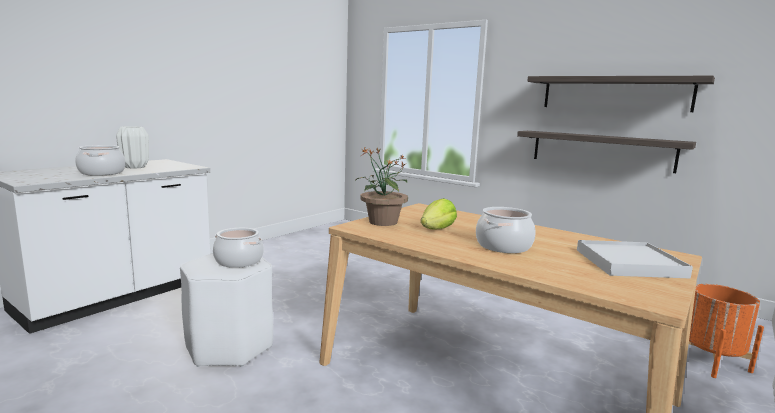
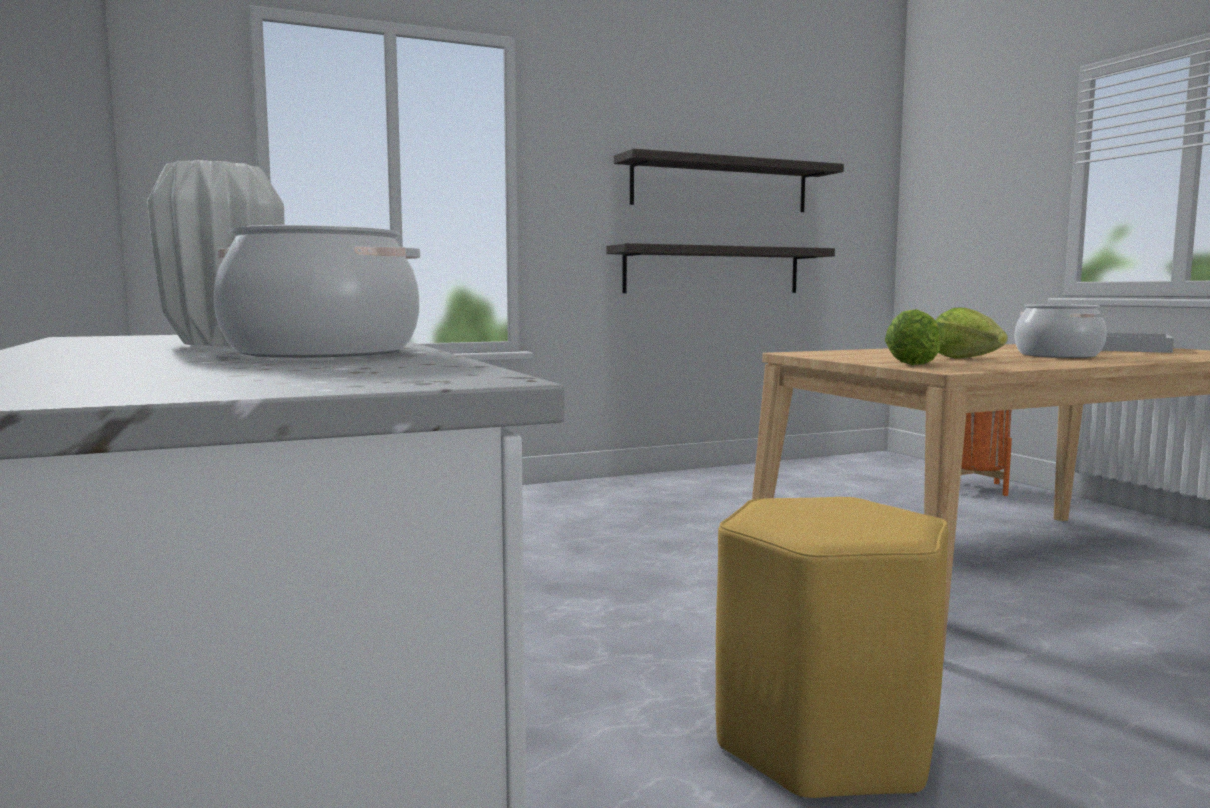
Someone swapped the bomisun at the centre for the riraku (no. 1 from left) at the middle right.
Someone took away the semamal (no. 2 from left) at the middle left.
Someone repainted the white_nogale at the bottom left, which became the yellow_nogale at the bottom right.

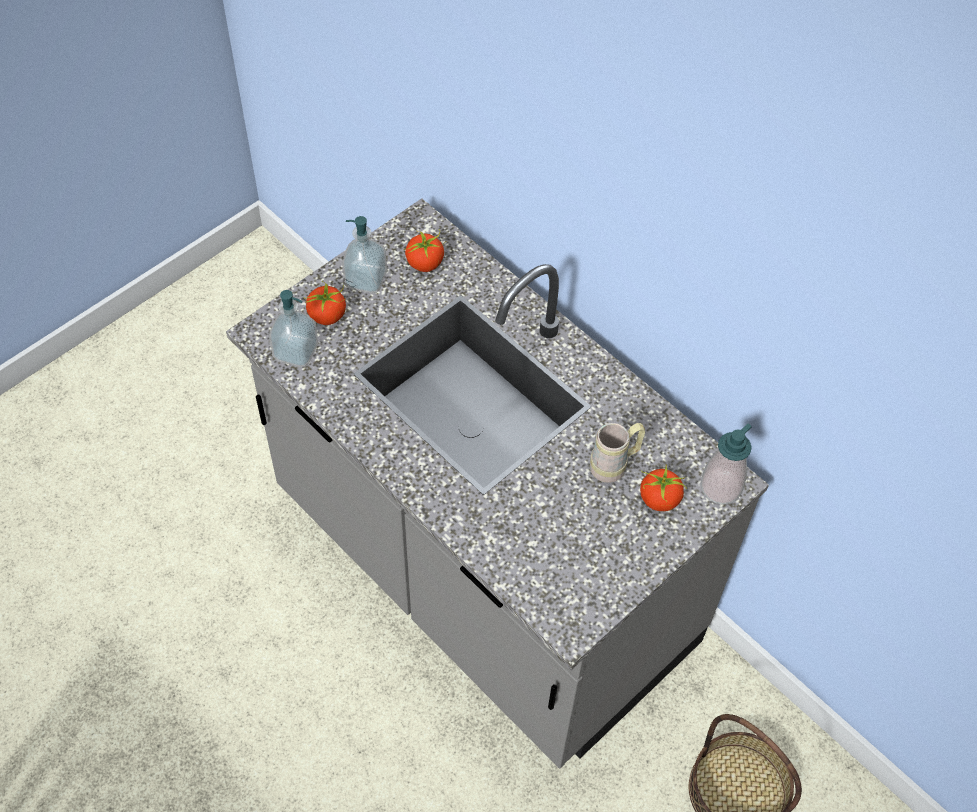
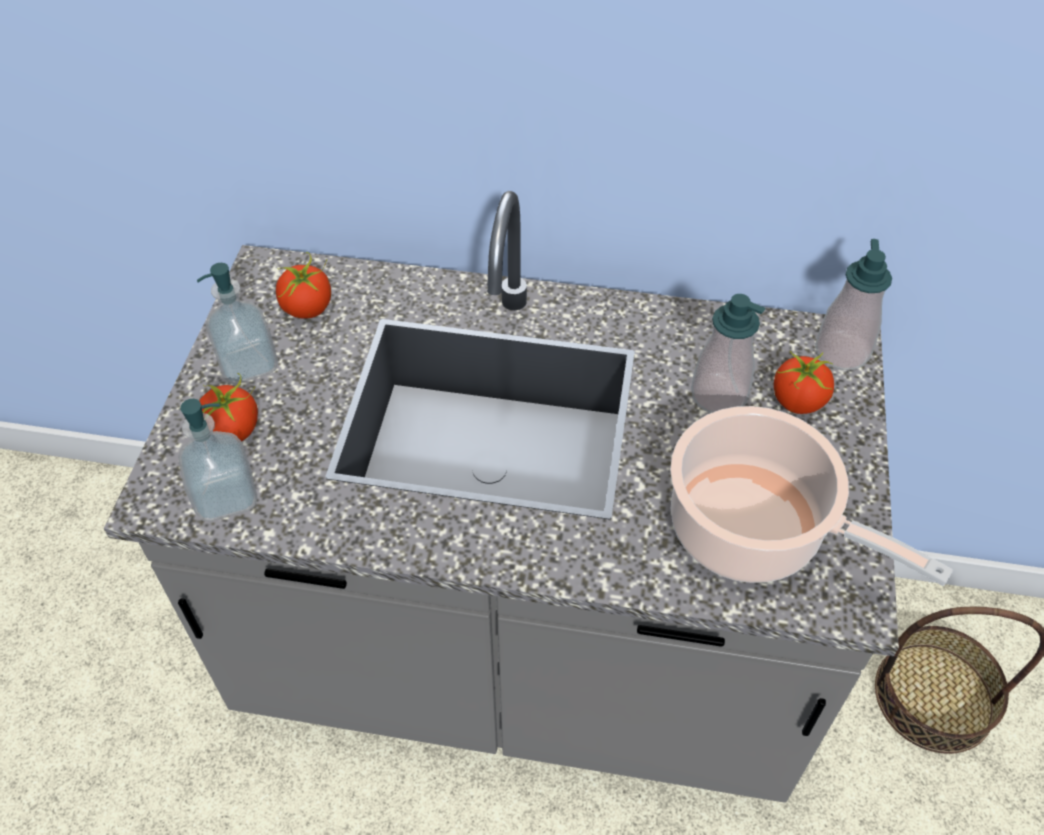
Someone swapped the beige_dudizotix at the centre for the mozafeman (no. 3 from left) at the middle right.
Someone put down the semamal at the middle right.

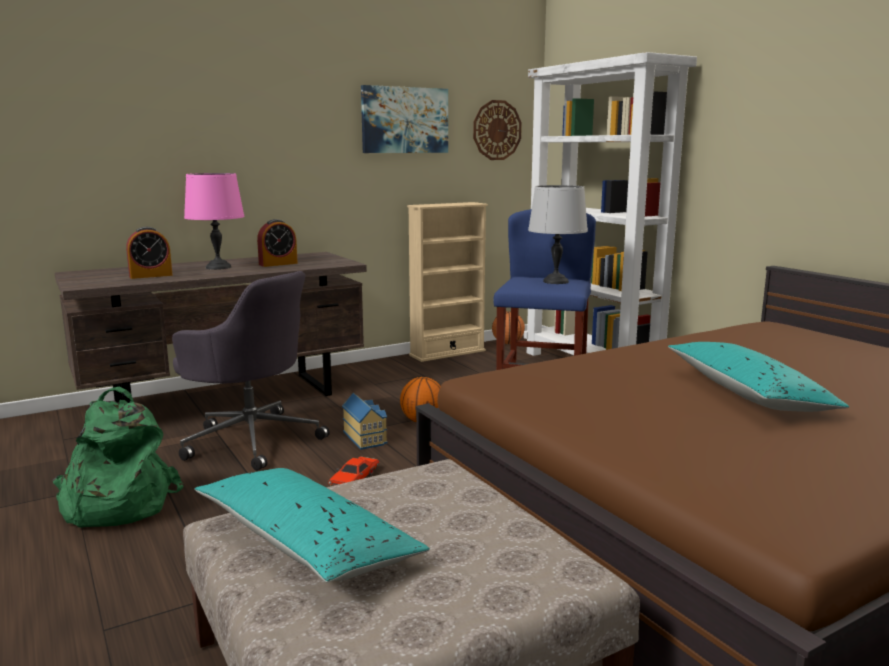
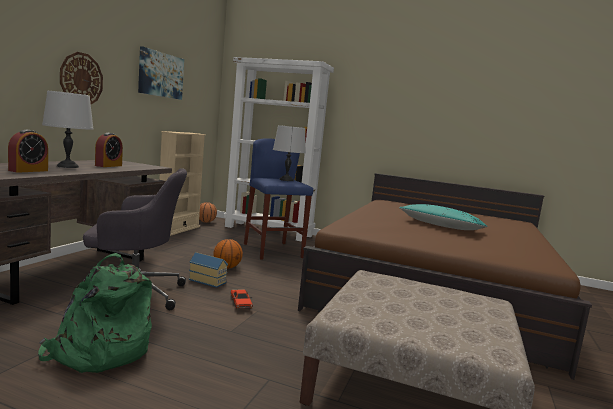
Someone carried the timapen from the top centre to the top left.
Someone repainted the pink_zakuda at the top left, which became the grey_zakuda (no. 1 from left) at the top left.
Someone took away the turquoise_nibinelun (no. 1 from left) at the bottom centre.

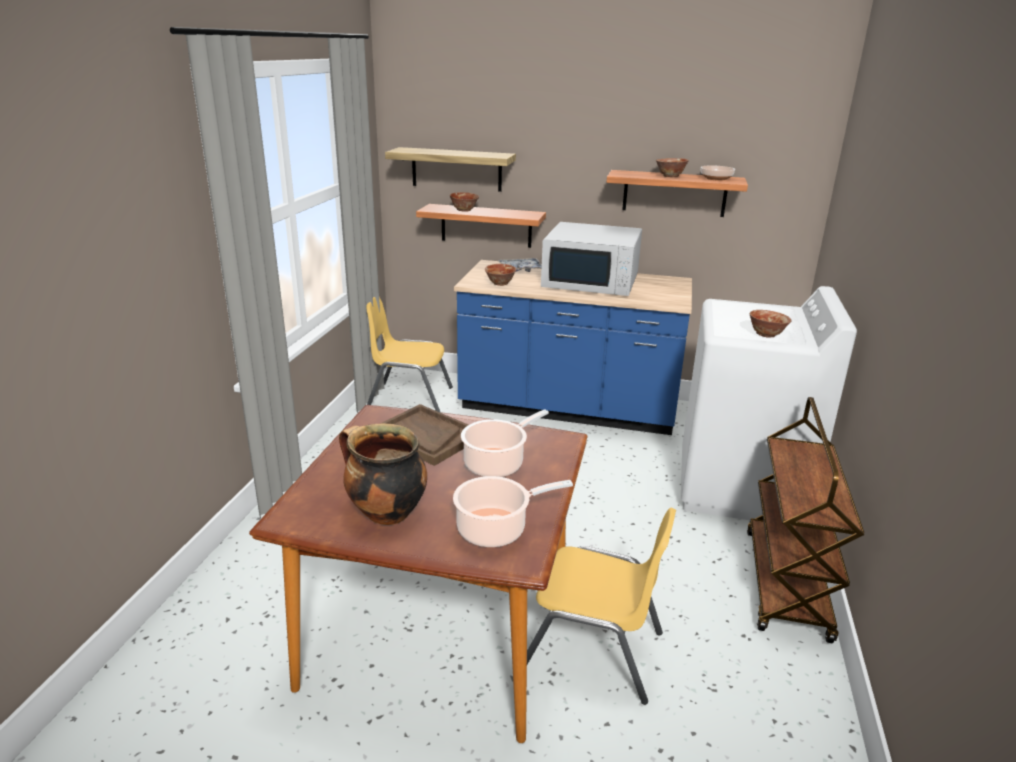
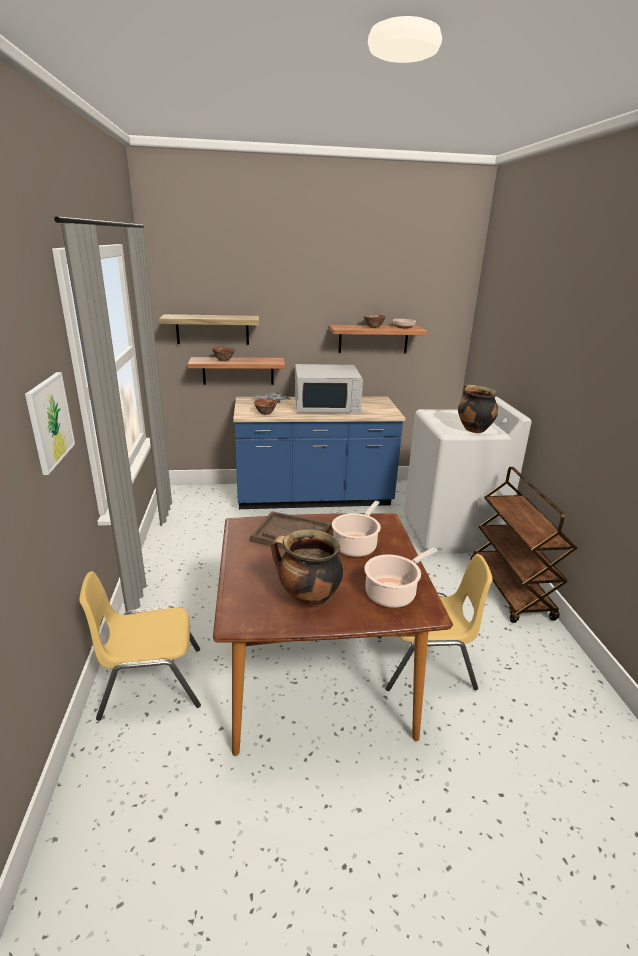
Someone carried the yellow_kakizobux (no. 1 from left) from the centre to the bottom left.
Someone swapped the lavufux (no. 5 from left) at the middle right for the semamal (no. 4 from left) at the middle right.
Someone put up the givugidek at the middle left.

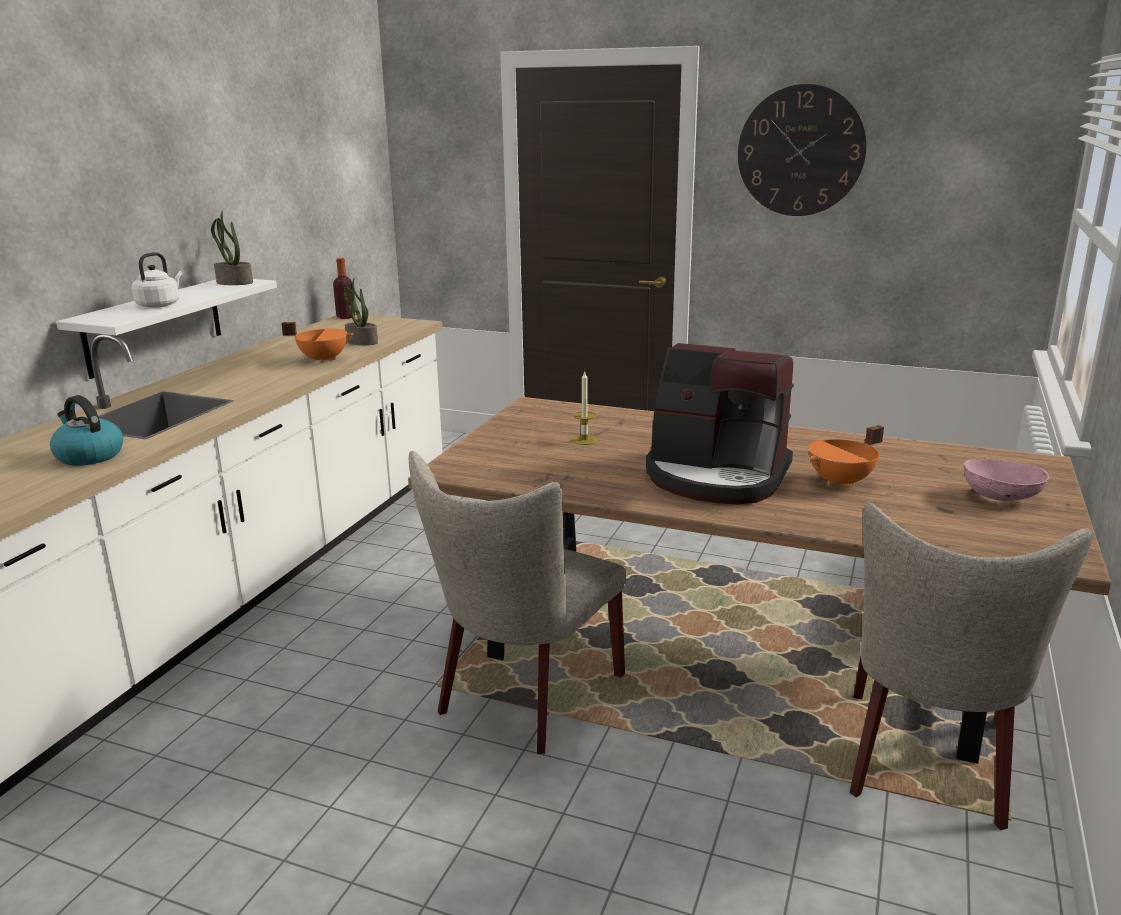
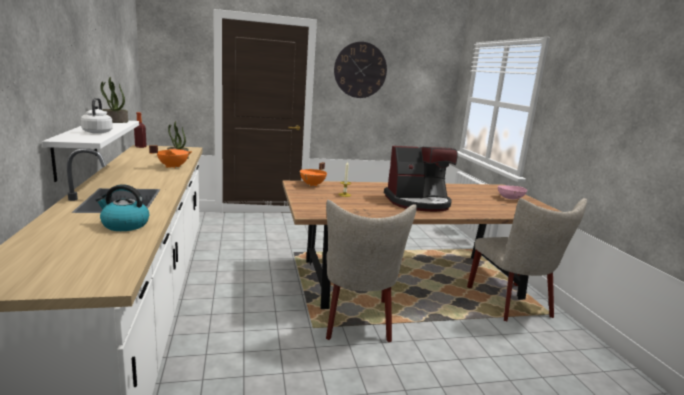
Someone carried the orange_semamal (no. 2 from left) from the middle right to the centre.

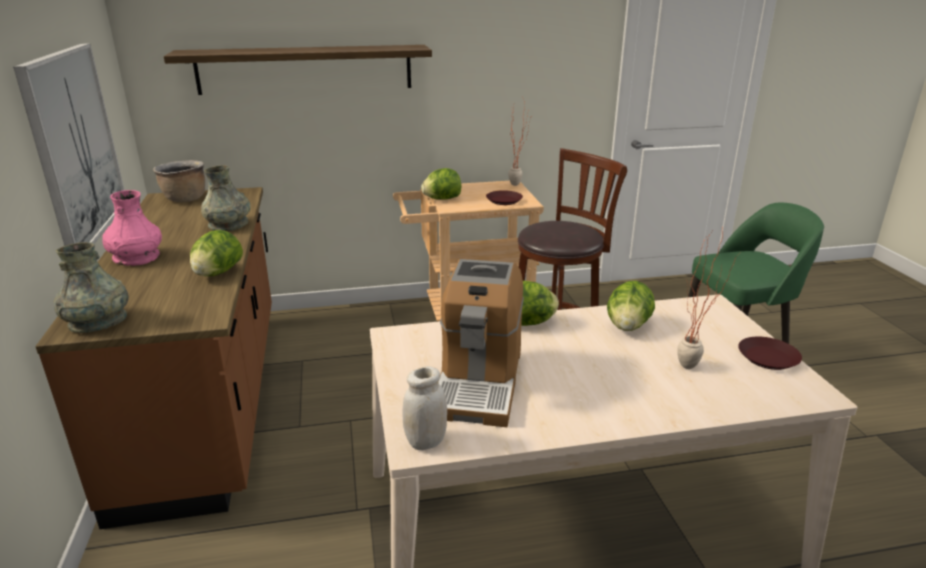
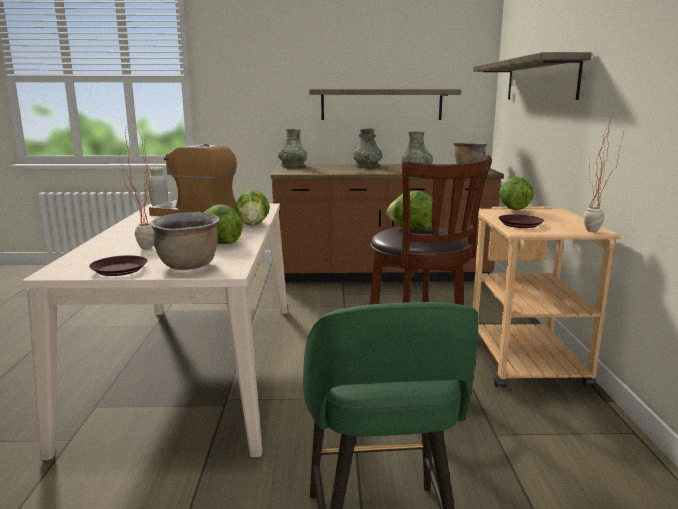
Someone swapped the givugidek at the top left for the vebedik (no. 1 from left) at the top centre.
Someone repainted the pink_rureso at the middle left, which became the grey_rureso (no. 2 from left) at the top centre.
Someone carried the riraku (no. 1 from left in the first image) from the middle left to the centre.
Someone put down the brown_semamal (no. 1 from left) at the middle left.

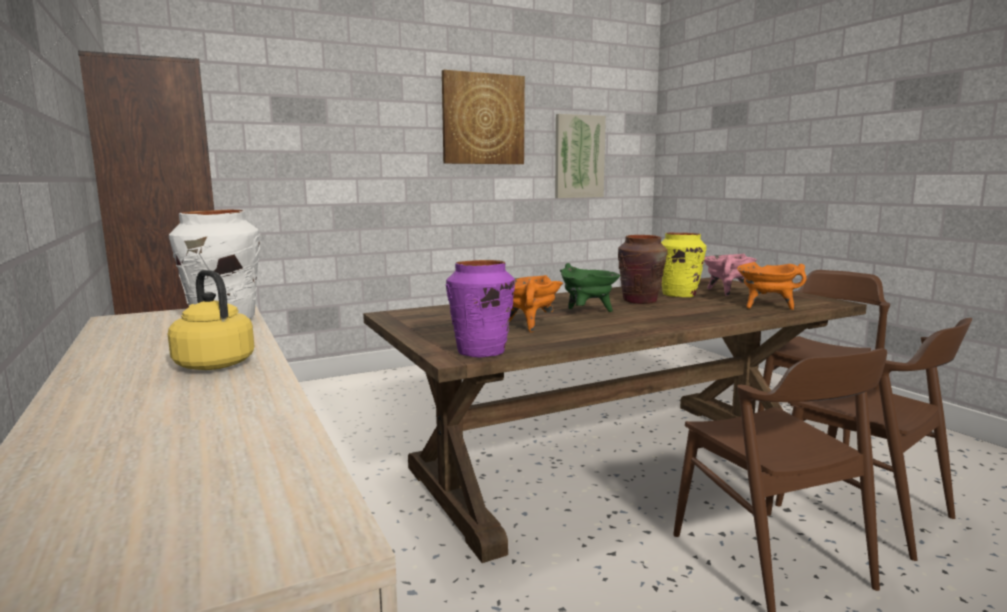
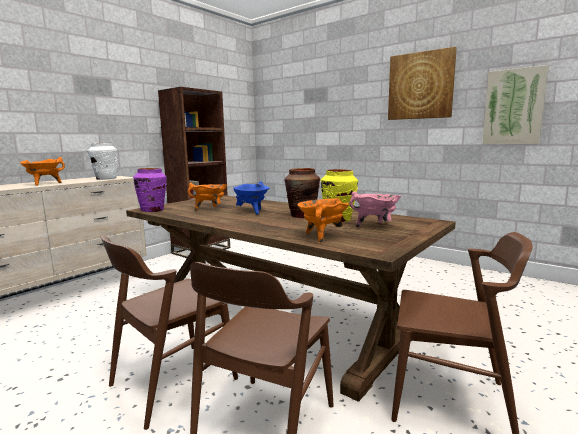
Someone repainted the green_semamal at the centre, which became the blue_semamal at the centre.
Someone swapped the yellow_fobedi at the middle left for the orange_semamal (no. 1 from left) at the middle left.

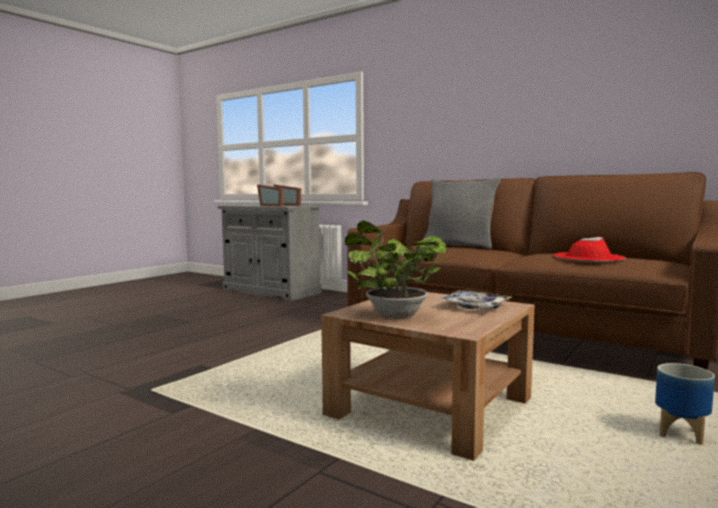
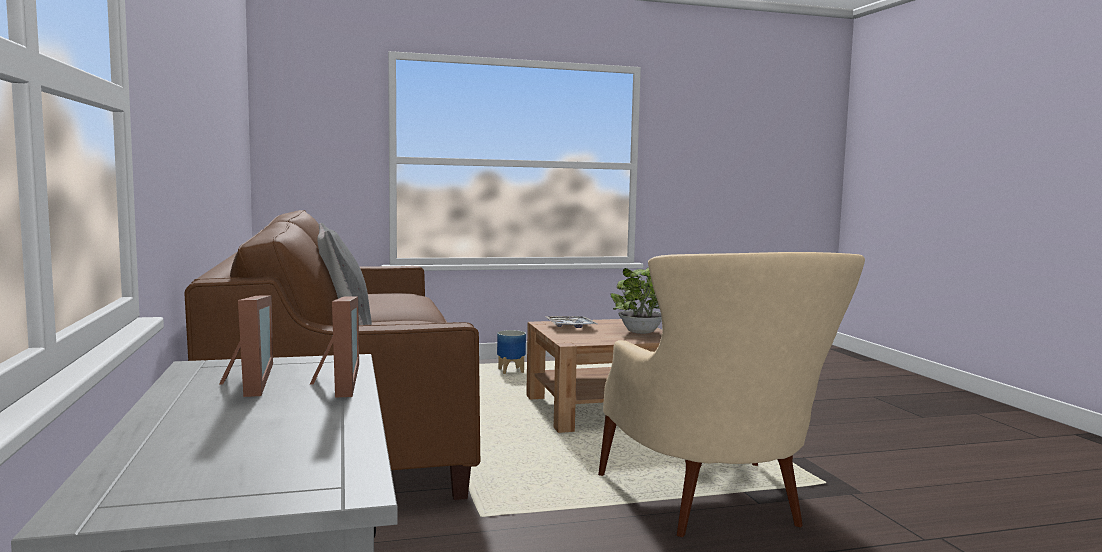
Someone took away the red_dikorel at the middle right.
Someone put down the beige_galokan at the bottom centre.

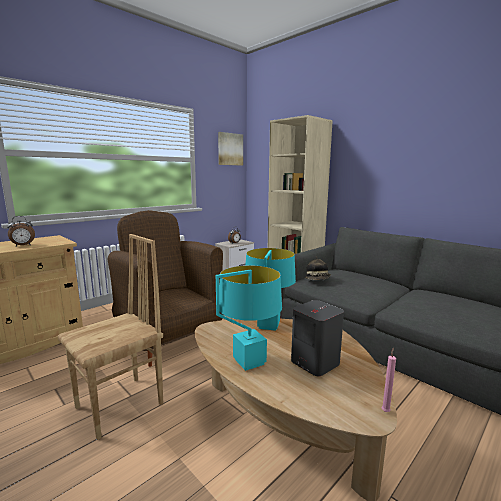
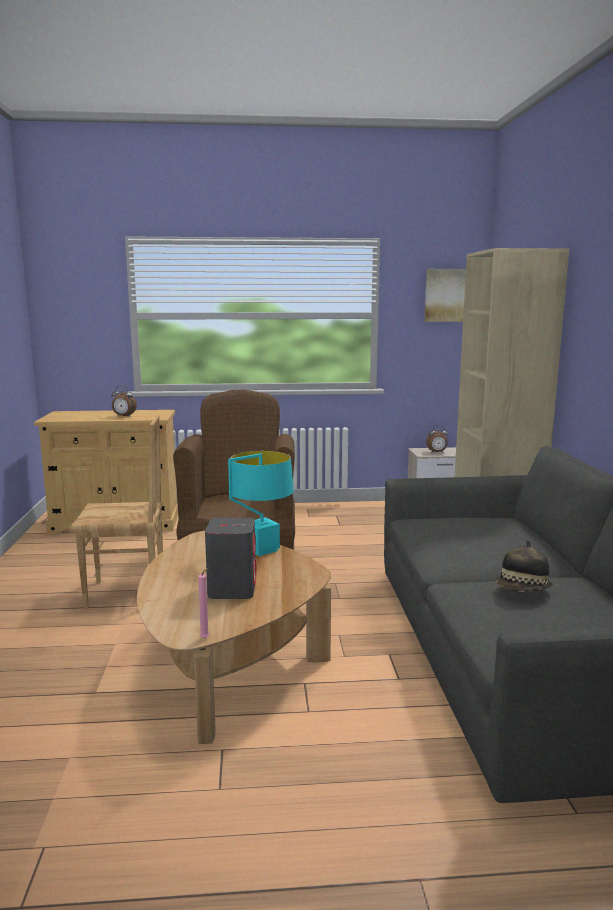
Someone carried the dikorel from the centre to the middle right.
Someone took away the turquoise_zakuda (no. 1 from left) at the centre.

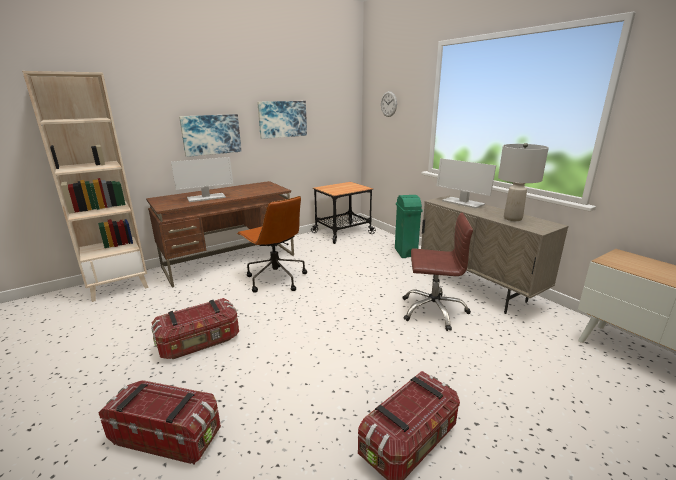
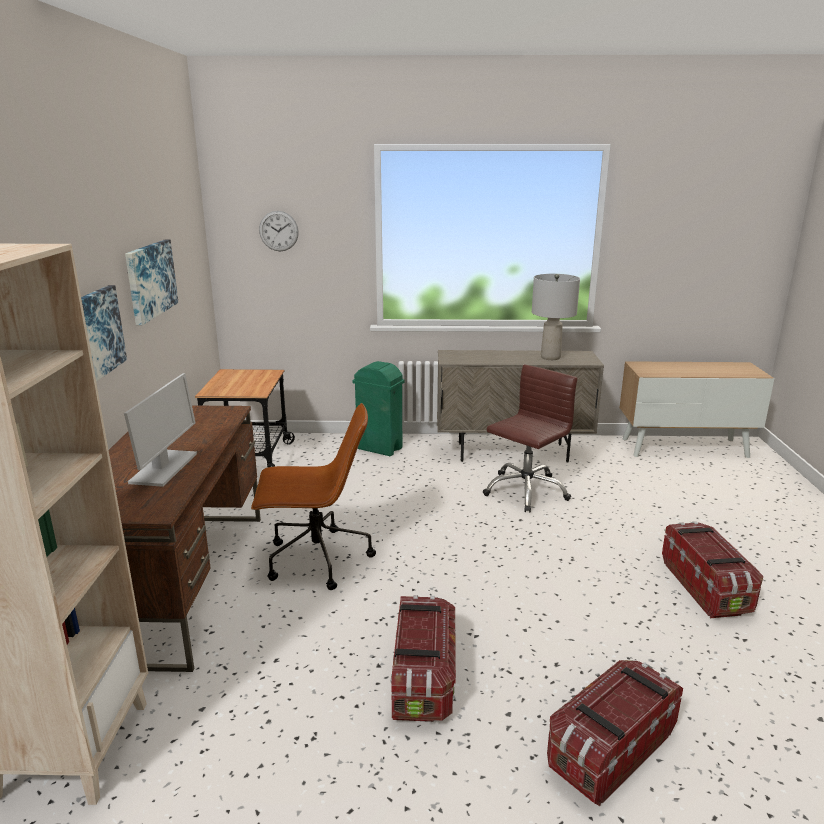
Someone took away the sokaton (no. 2 from left) at the middle right.

